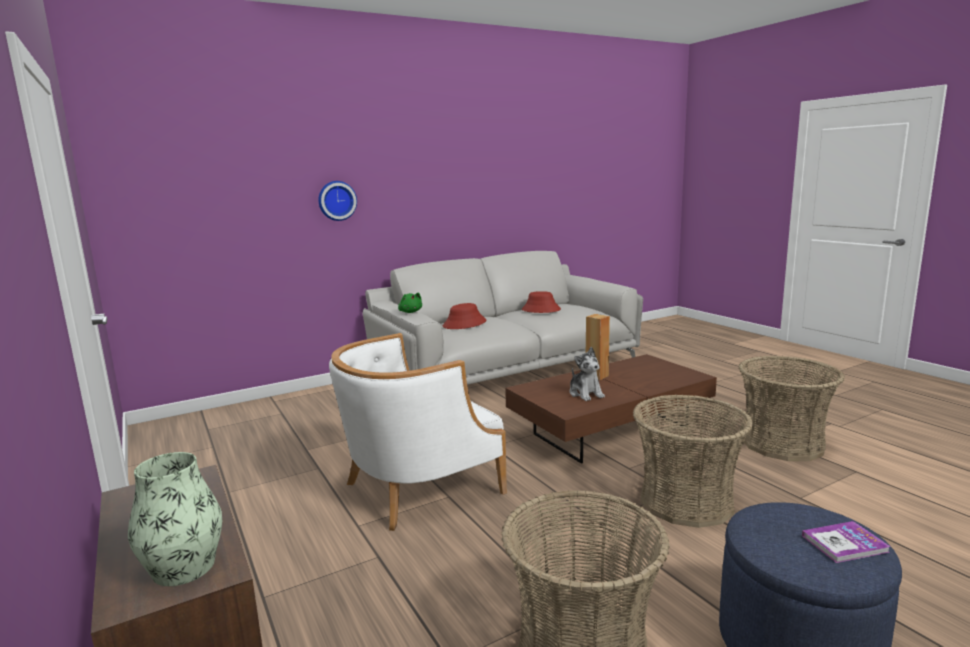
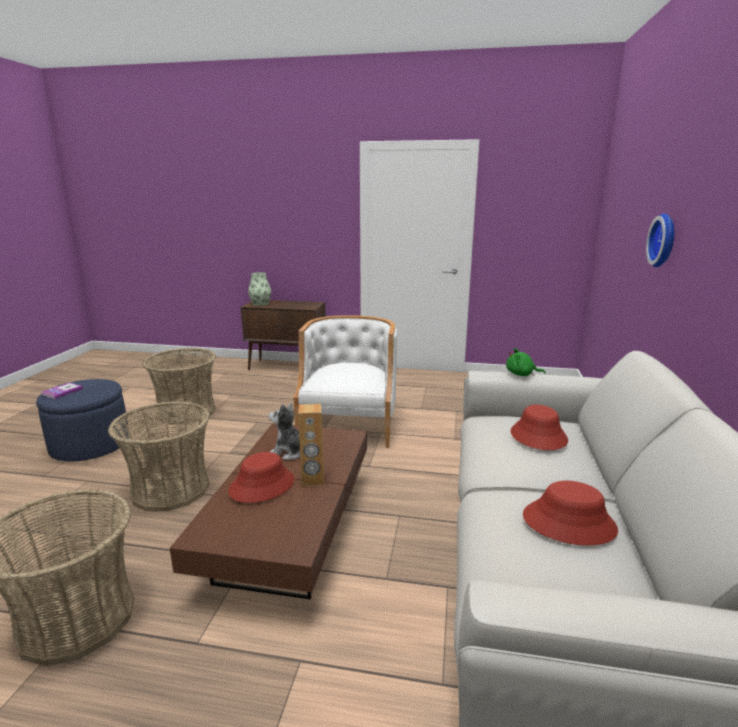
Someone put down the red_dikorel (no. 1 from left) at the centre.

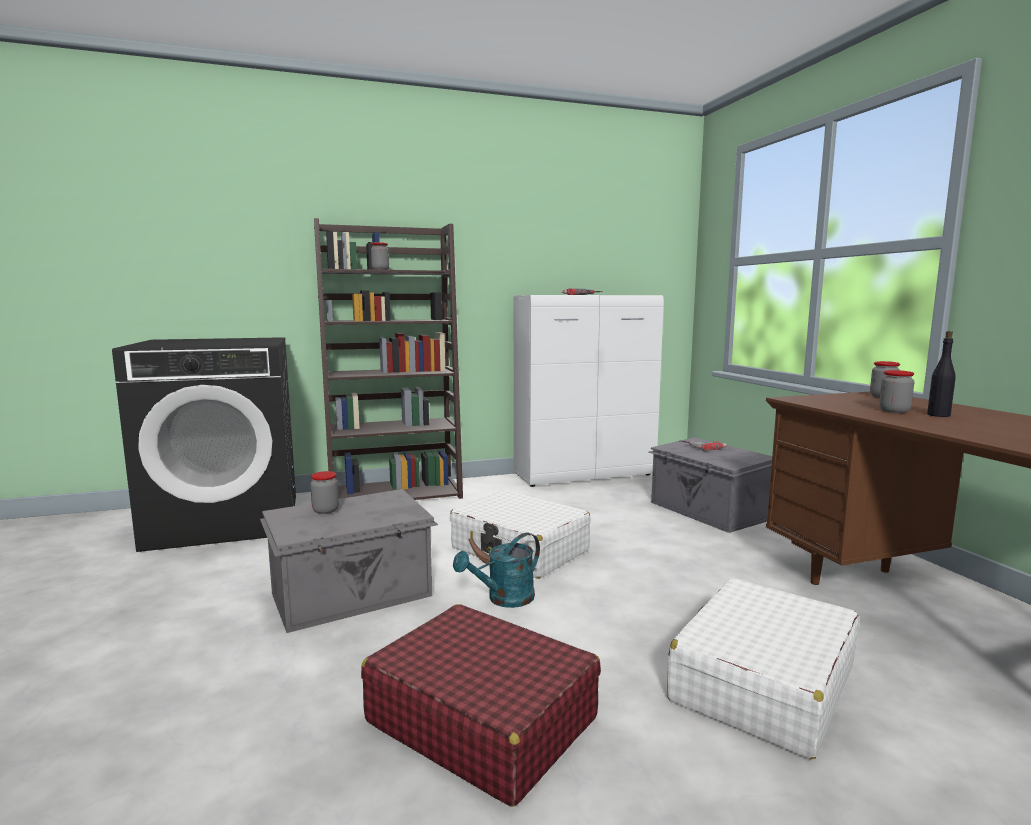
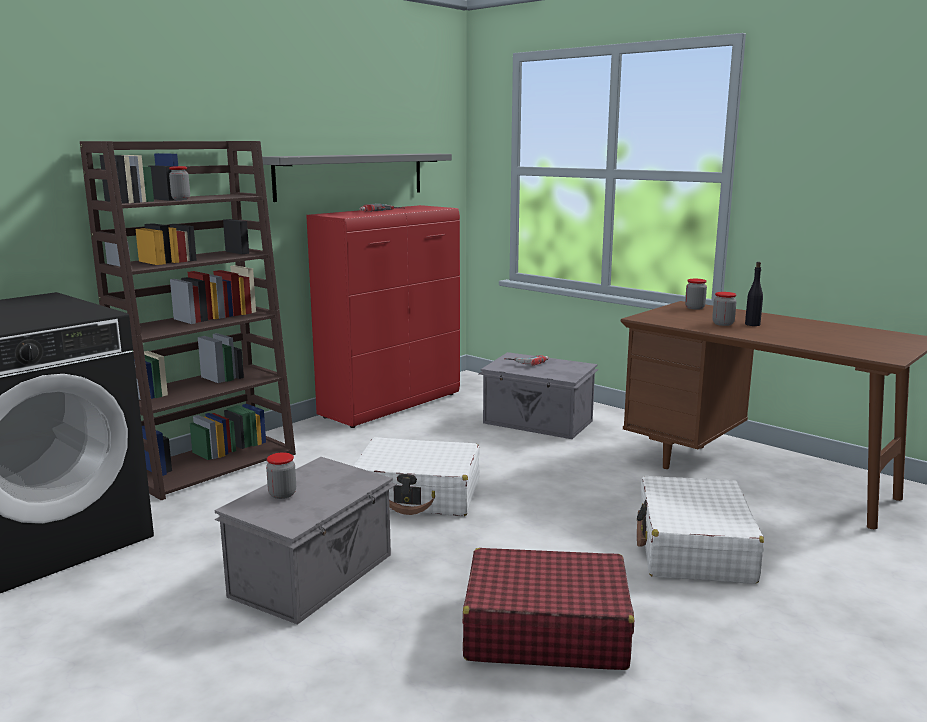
Someone repainted the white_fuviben at the centre, which became the red_fuviben at the centre.
Someone took away the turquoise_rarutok at the bottom centre.
Someone put up the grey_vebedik at the top centre.

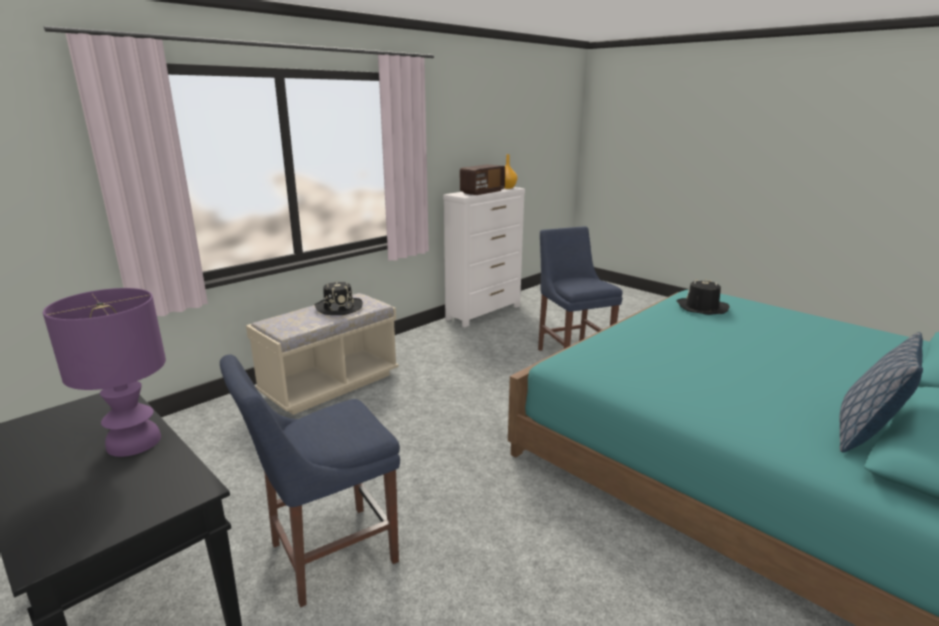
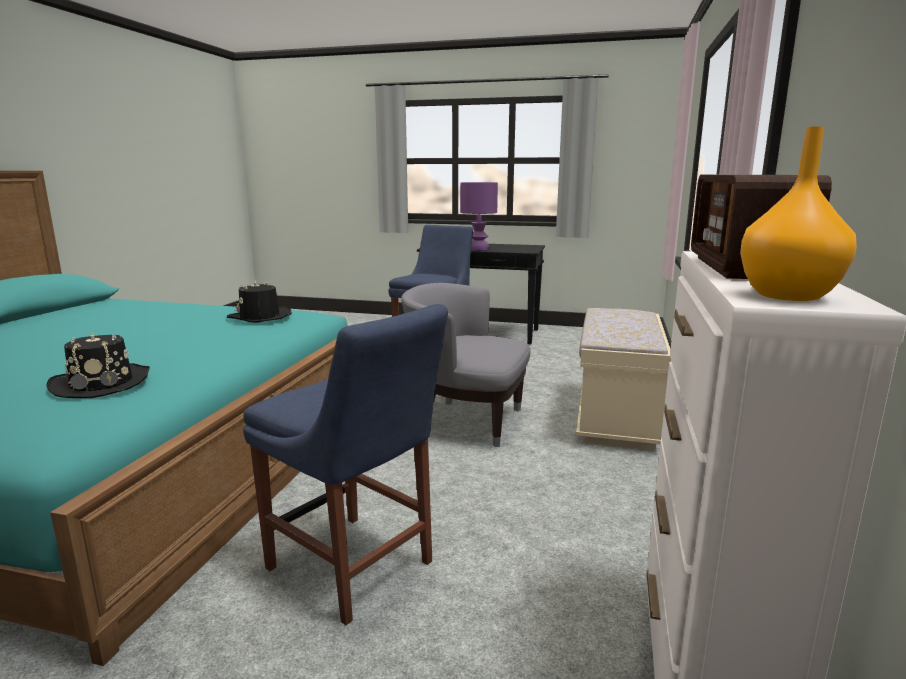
Someone carried the black_dikorel (no. 1 from left in the first image) from the centre to the middle left.
Someone took away the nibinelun at the middle right.
Someone put down the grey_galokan at the centre.

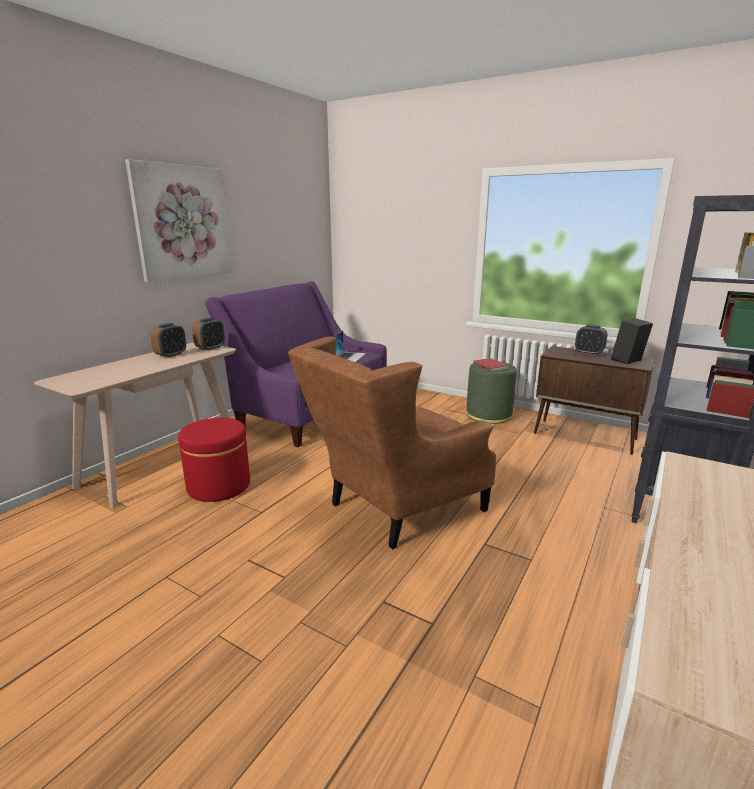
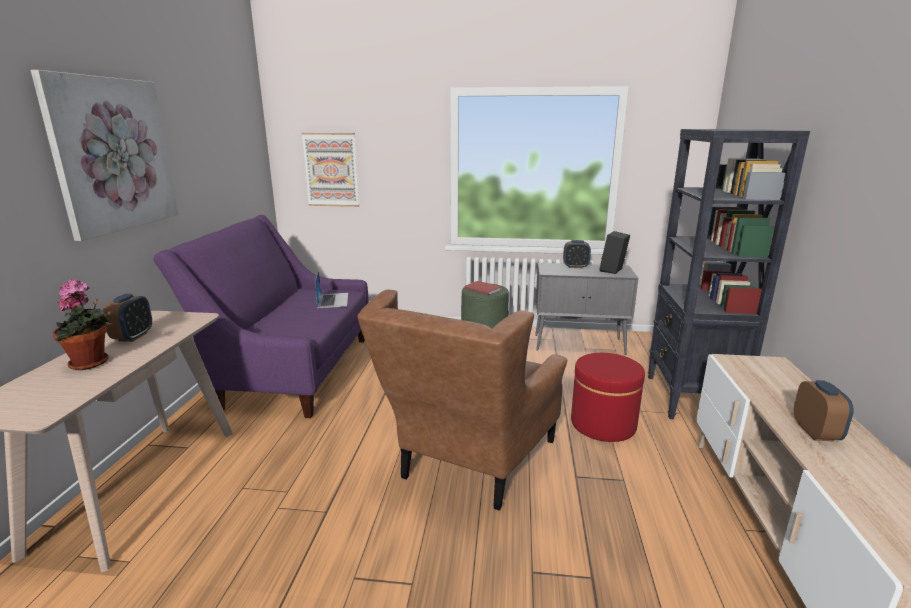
Someone carried the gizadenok (no. 2 from left in the first image) from the middle left to the bottom right.
Someone repainted the brown_fuviben at the middle right, which became the grey_fuviben at the centre.
Someone carried the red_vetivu from the middle left to the middle right.
Someone put up the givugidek (no. 2 from left) at the top centre.
Someone put down the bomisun at the middle left.

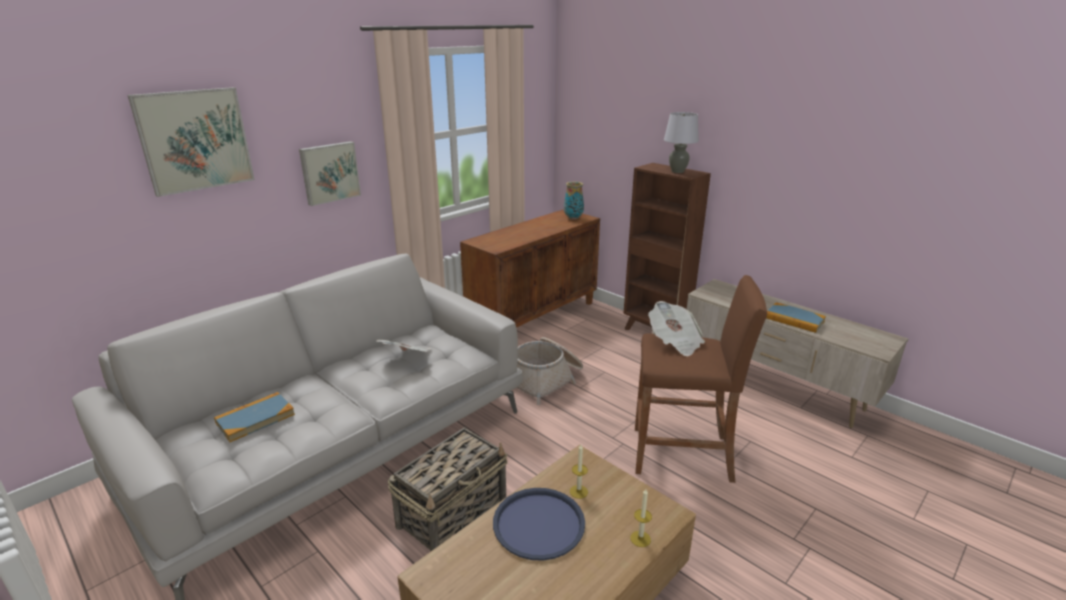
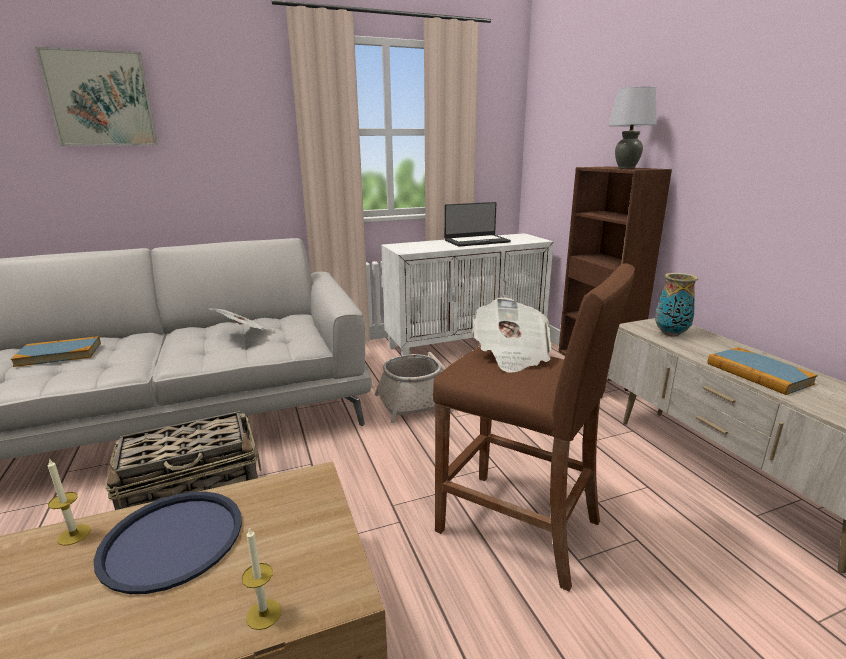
Someone took away the givugidek (no. 2 from left) at the top left.
Someone carried the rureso from the centre to the middle right.
Someone repainted the brown_fuviben at the centre, which became the white_fuviben at the centre.
Someone carried the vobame (no. 1 from left) from the bottom centre to the bottom left.
Someone put down the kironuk at the centre.

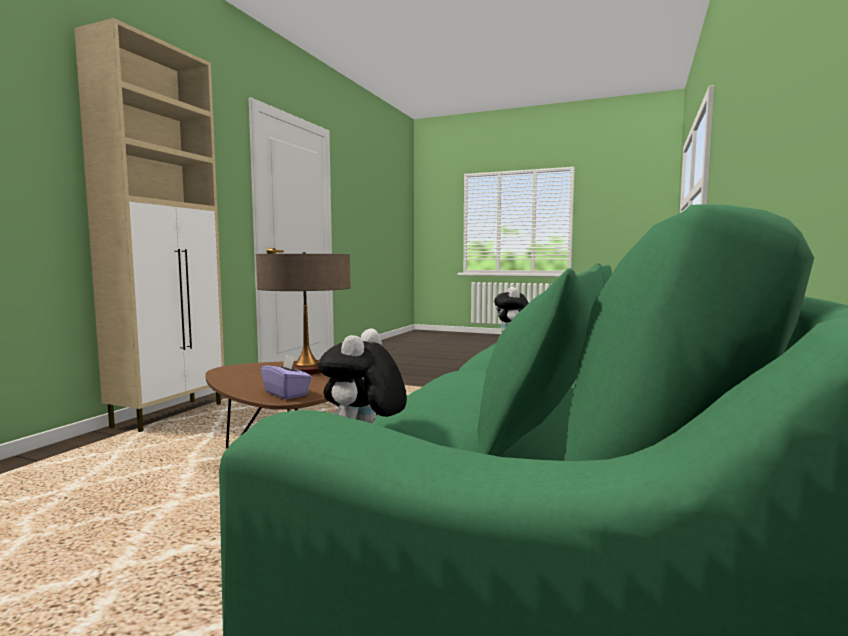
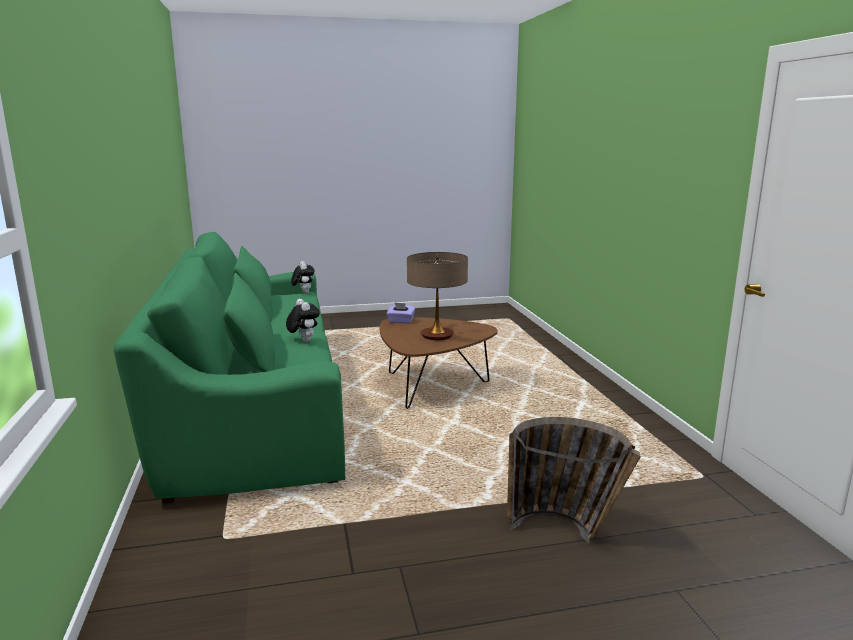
Someone took away the beige_fuviben at the middle left.
Someone put down the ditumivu at the bottom right.

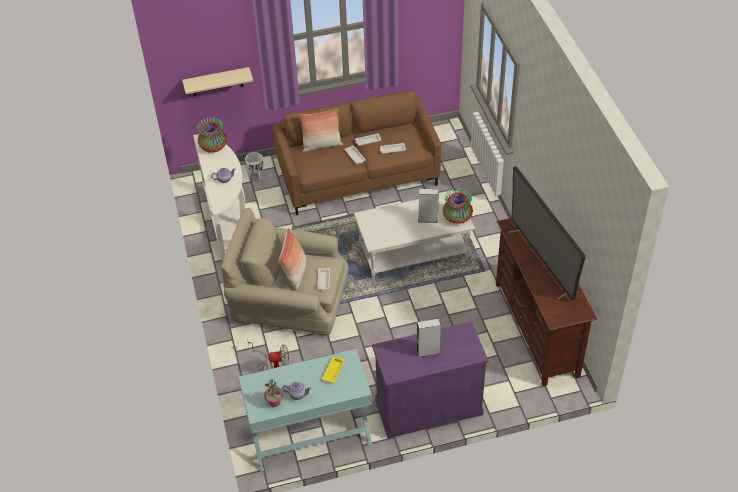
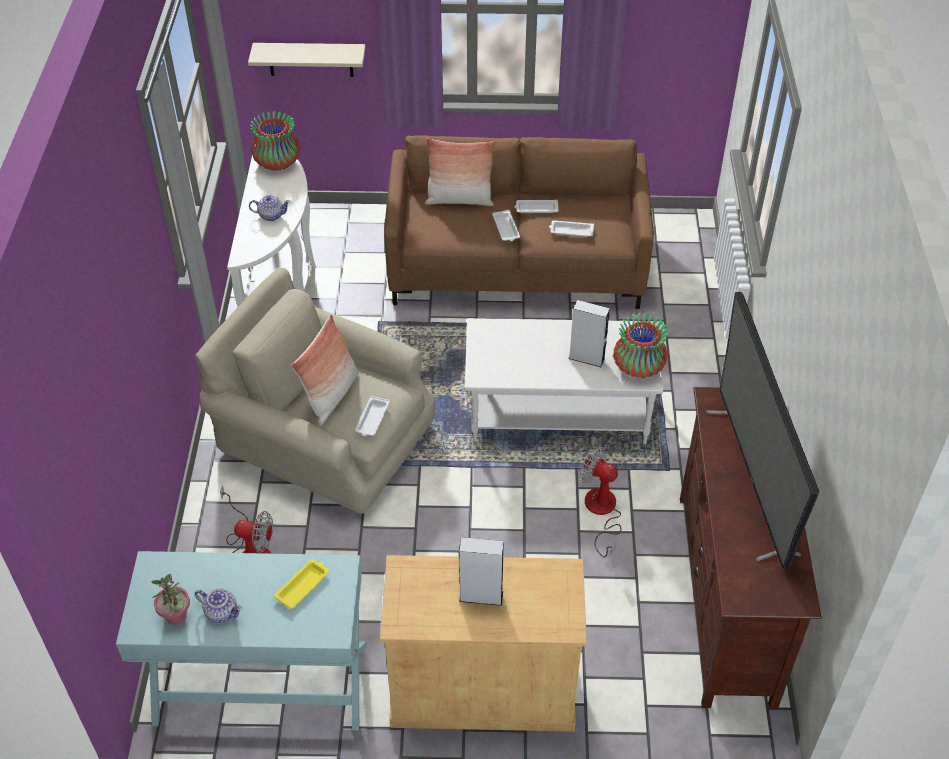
Someone took away the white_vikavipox at the centre.
Someone repainted the purple_fuviben at the bottom centre, which became the beige_fuviben at the bottom centre.
Someone put down the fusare (no. 2 from left) at the centre.

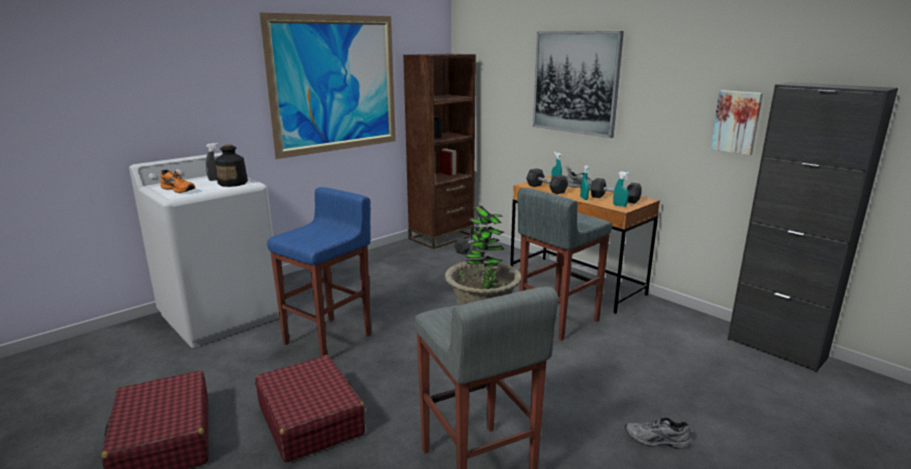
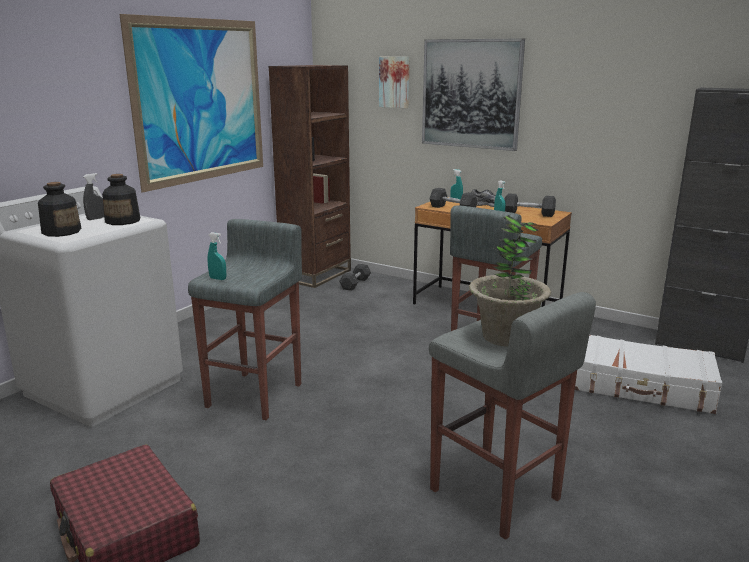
Someone carried the givugidek (no. 3 from left in the first image) from the top right to the top centre.
Someone swapped the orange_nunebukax at the middle left for the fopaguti (no. 1 from left) at the middle left.
Someone carried the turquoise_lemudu (no. 3 from left in the first image) from the middle right to the middle left.
Someone repainted the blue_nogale at the centre, which became the grey_nogale (no. 1 from left) at the middle left.
Someone took away the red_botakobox (no. 2 from left) at the bottom centre.
Someone took away the grey_nunebukax (no. 2 from left) at the bottom right.
Someone put down the white_botakobox at the middle right.

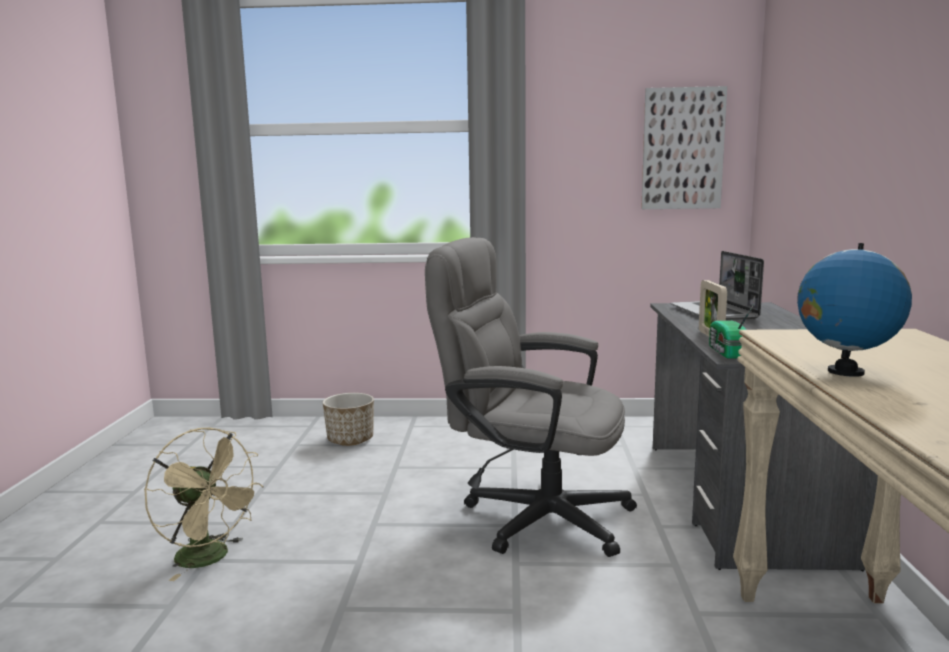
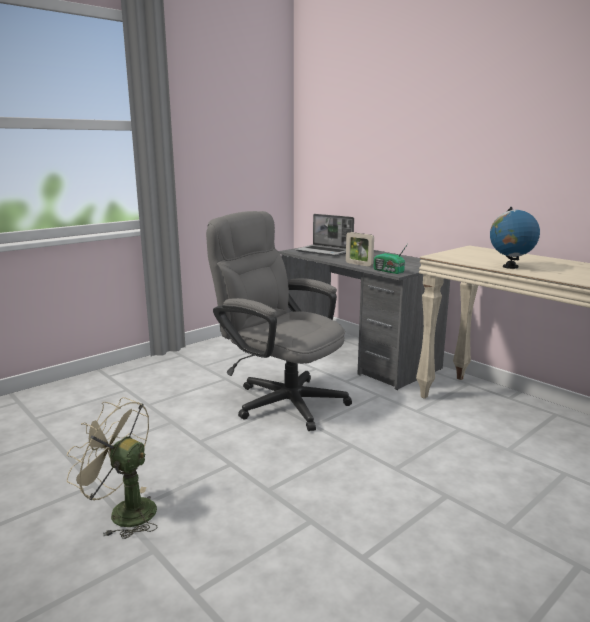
Someone took away the givugidek at the top right.
Someone rotated the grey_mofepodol at the centre by 60 degrees clockwise.
Someone took away the vikavipox at the centre.
Someone rotated the beige_fusare at the bottom left by 150 degrees counterclockwise.

